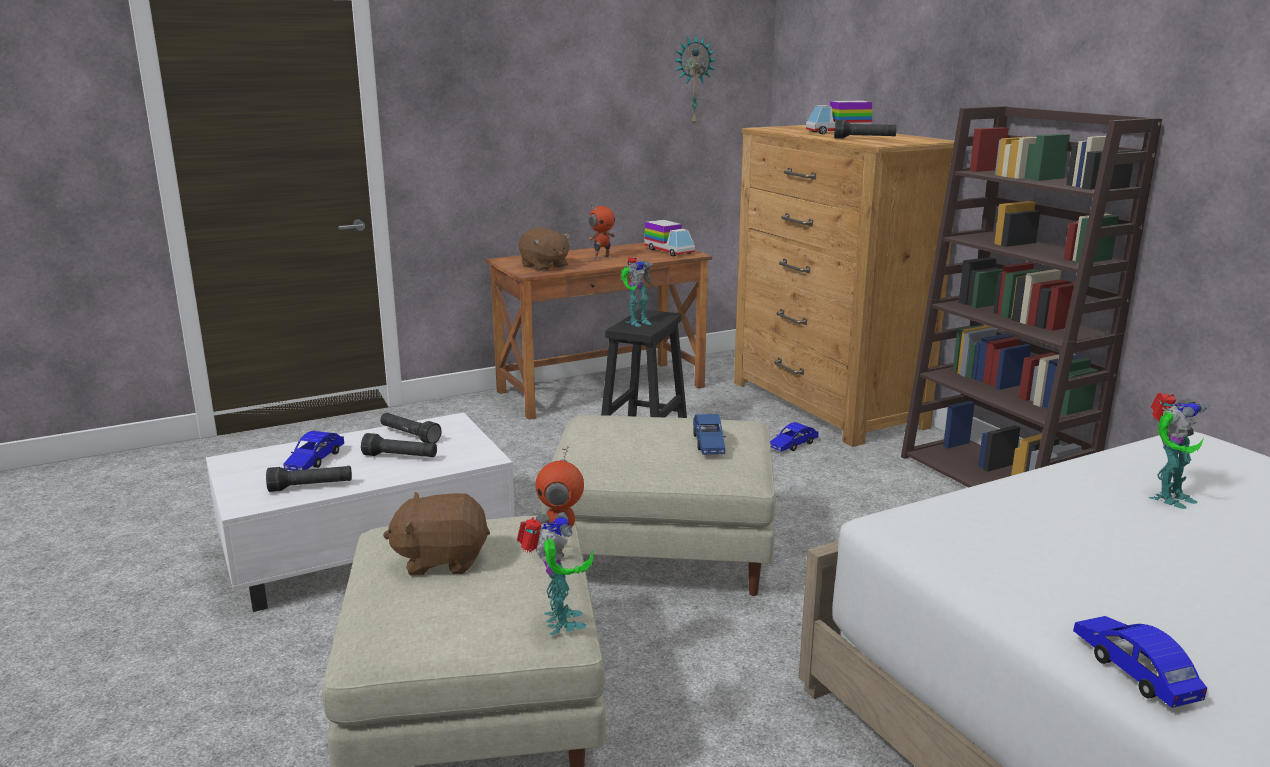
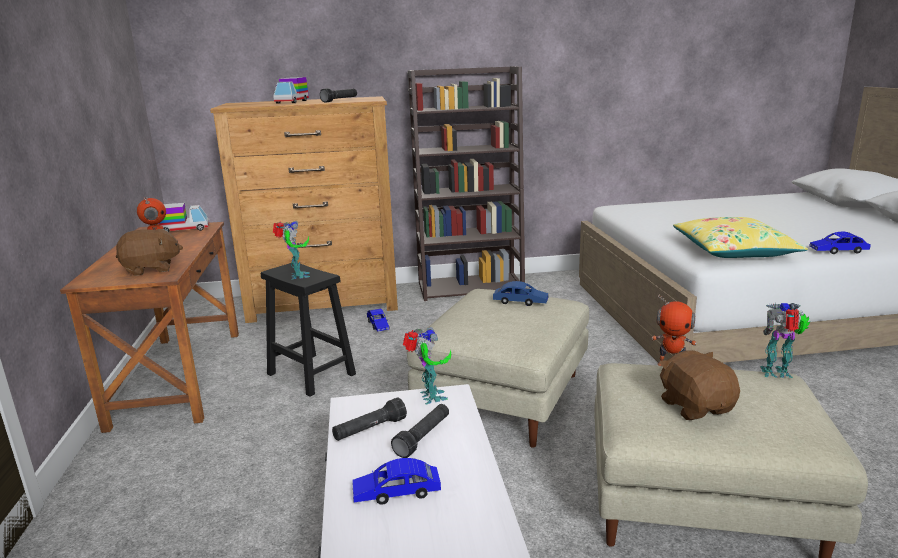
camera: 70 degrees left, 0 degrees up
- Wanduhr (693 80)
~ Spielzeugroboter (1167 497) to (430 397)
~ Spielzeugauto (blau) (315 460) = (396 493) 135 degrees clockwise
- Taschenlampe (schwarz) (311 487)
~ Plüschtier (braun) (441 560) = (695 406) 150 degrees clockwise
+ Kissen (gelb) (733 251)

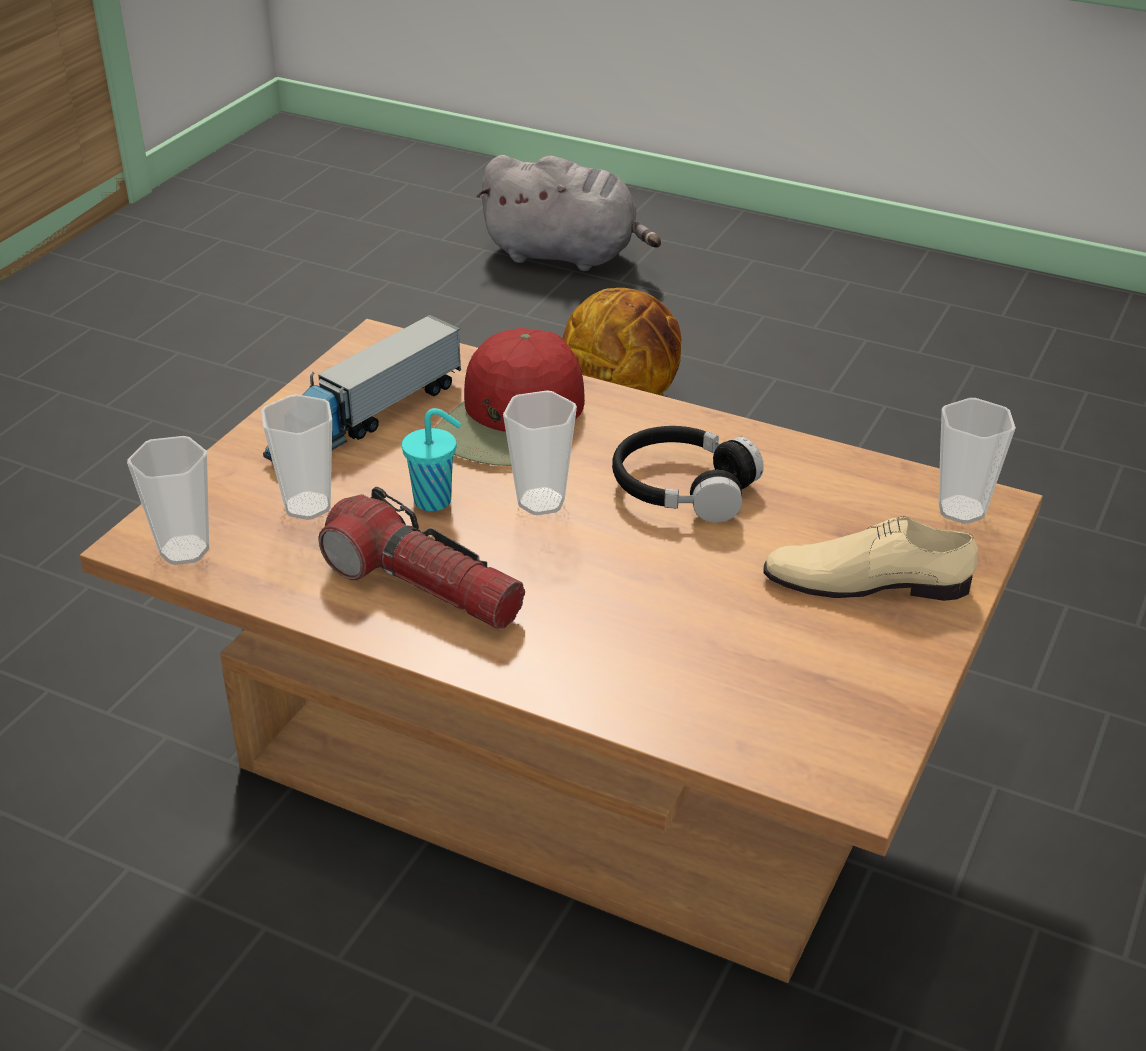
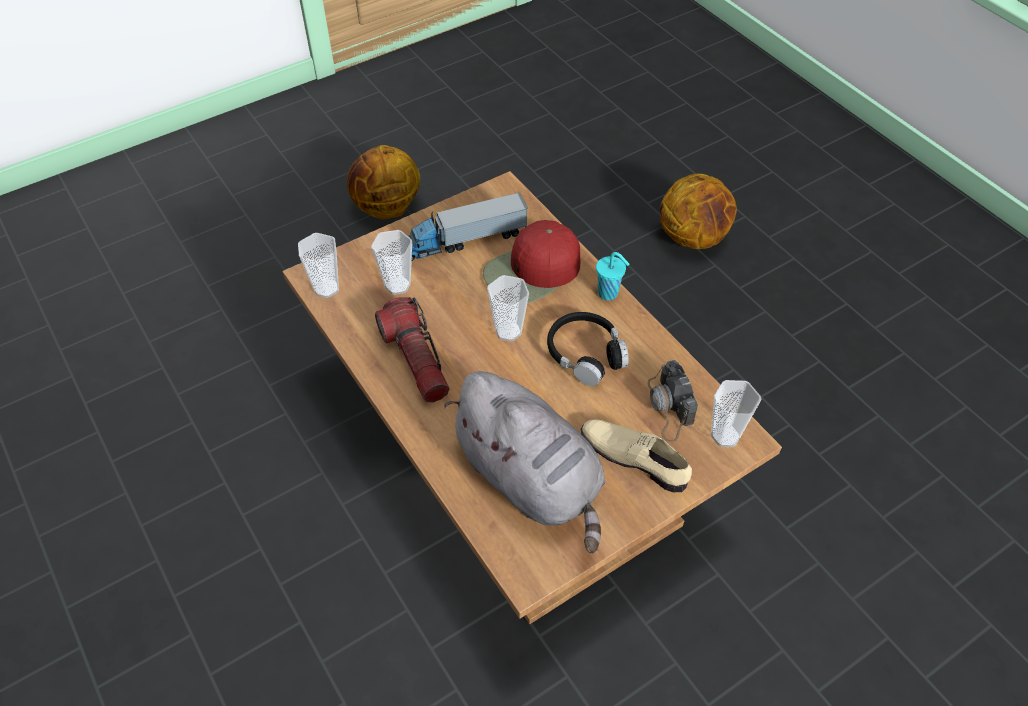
camera: 30 degrees right, 15 degrees up
~ Plüschtier (grau) (566 255) to (531 480)
~ Tasse (türkis) (435 501) to (609 293)
+ Basketball (387 209)
+ Kamera (669 407)

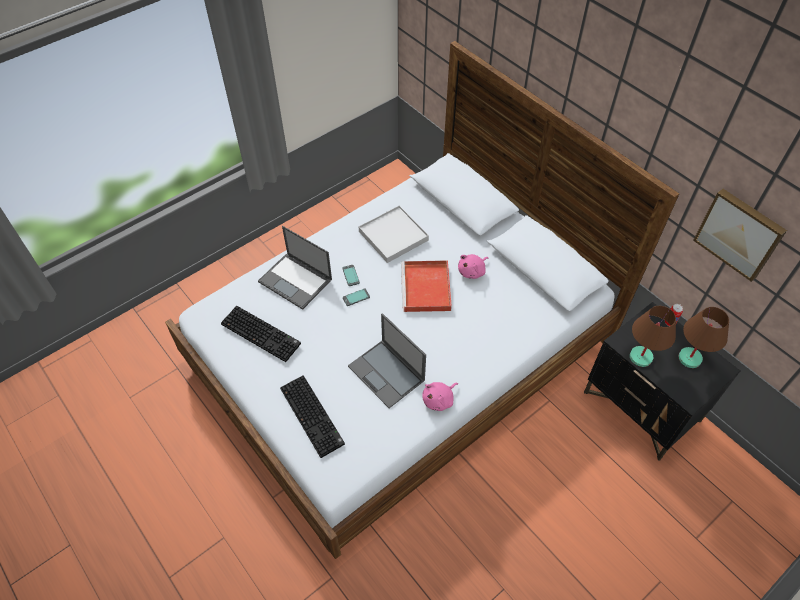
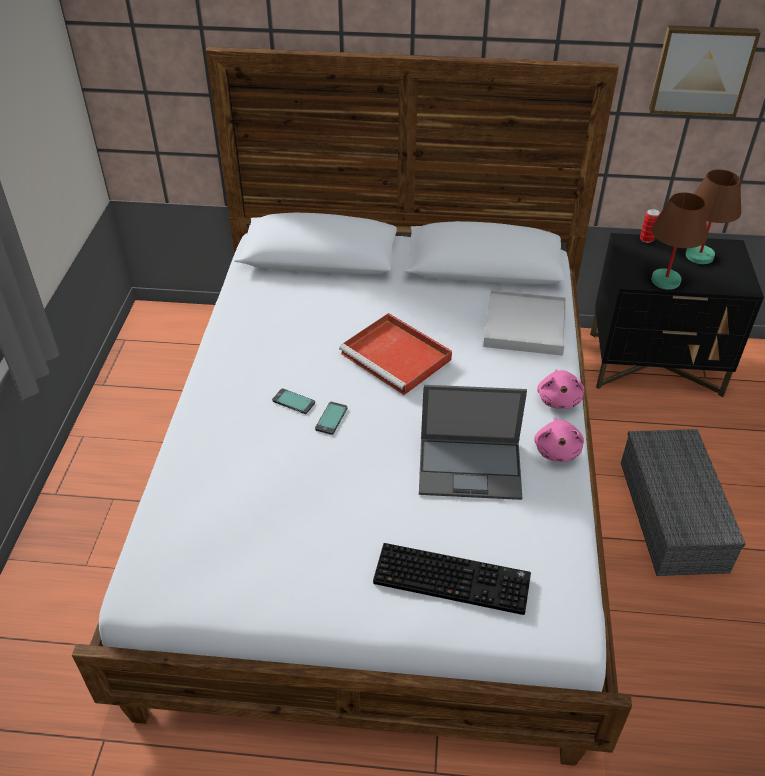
camera: 45 degrees left, 10 degrees down
~ Tablett (weiß) (393 236) to (524 326)
- Laptop (296 281)
~ Plüschtier (rosa) (472 271) to (559 399)
- Tastatur (262 333)
+ Aufbewahrungsbox (grau) (674 516)

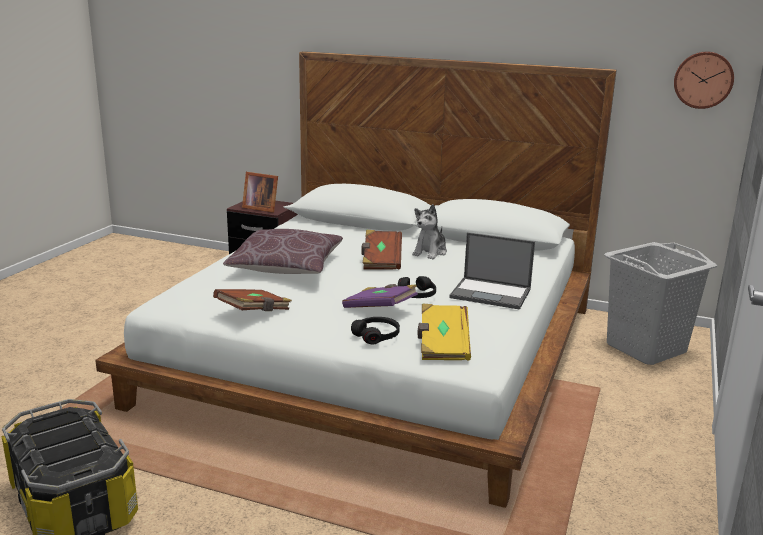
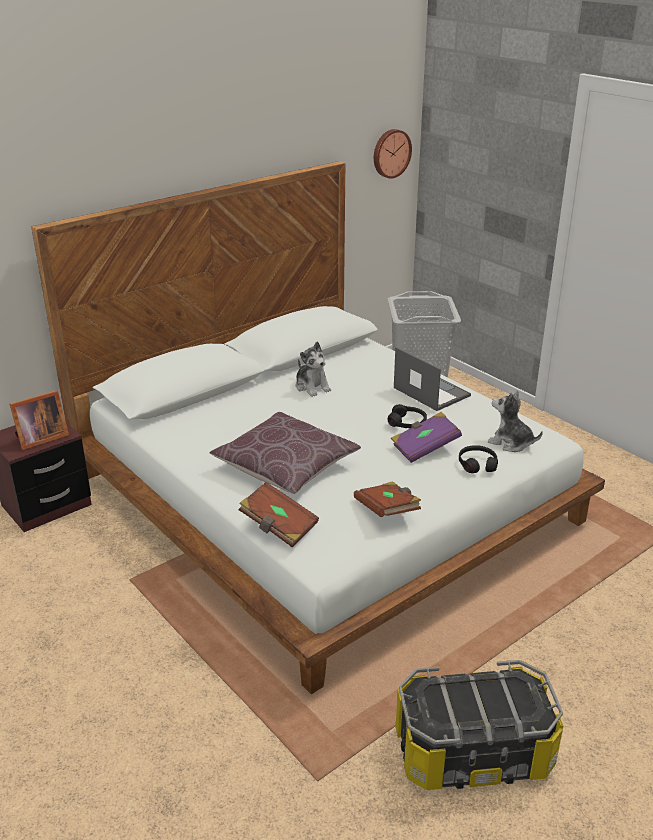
camera: 60 degrees left, 10 degrees up
~ Buch (braun) (381 261) to (278 526)
~ Laptop (491 293) = (430 391) 90 degrees counterclockwise
~ Buch (gelb) (442 346) to Plüschtier (511 443)

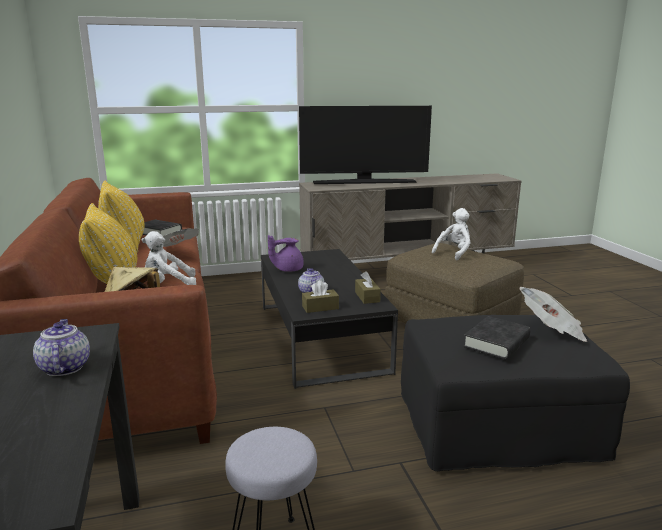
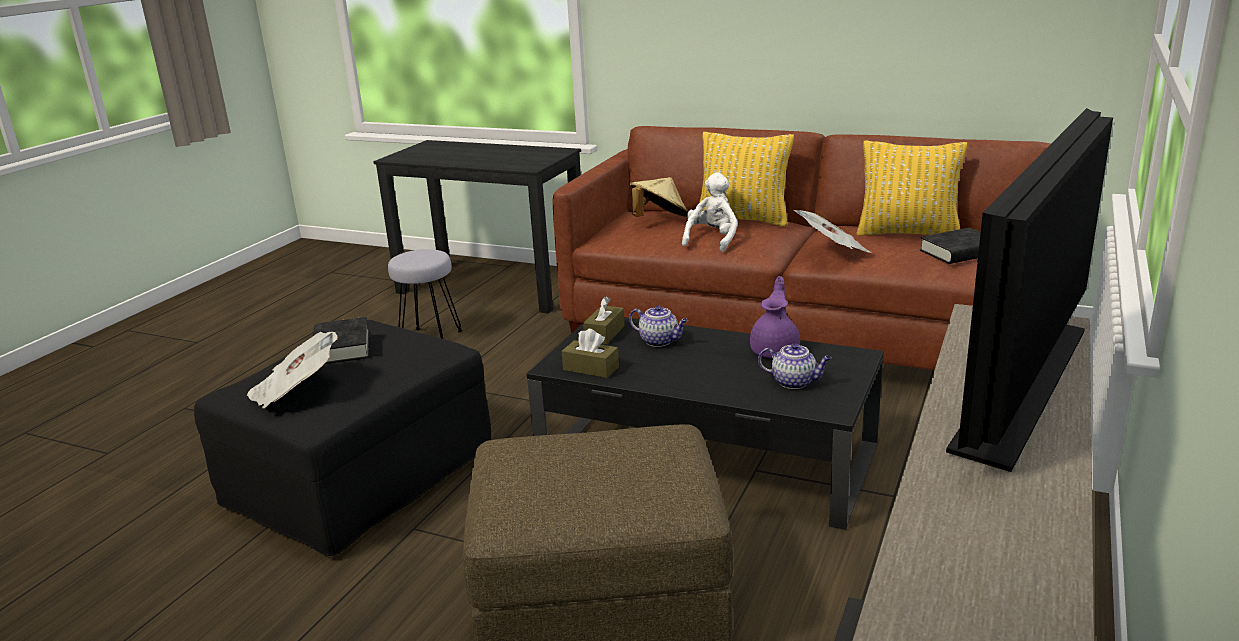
camera: 130 degrees right, 5 degrees up
- Plüschtier (weiß) (454 253)
~ Teekanne (64 367) to (794 382)

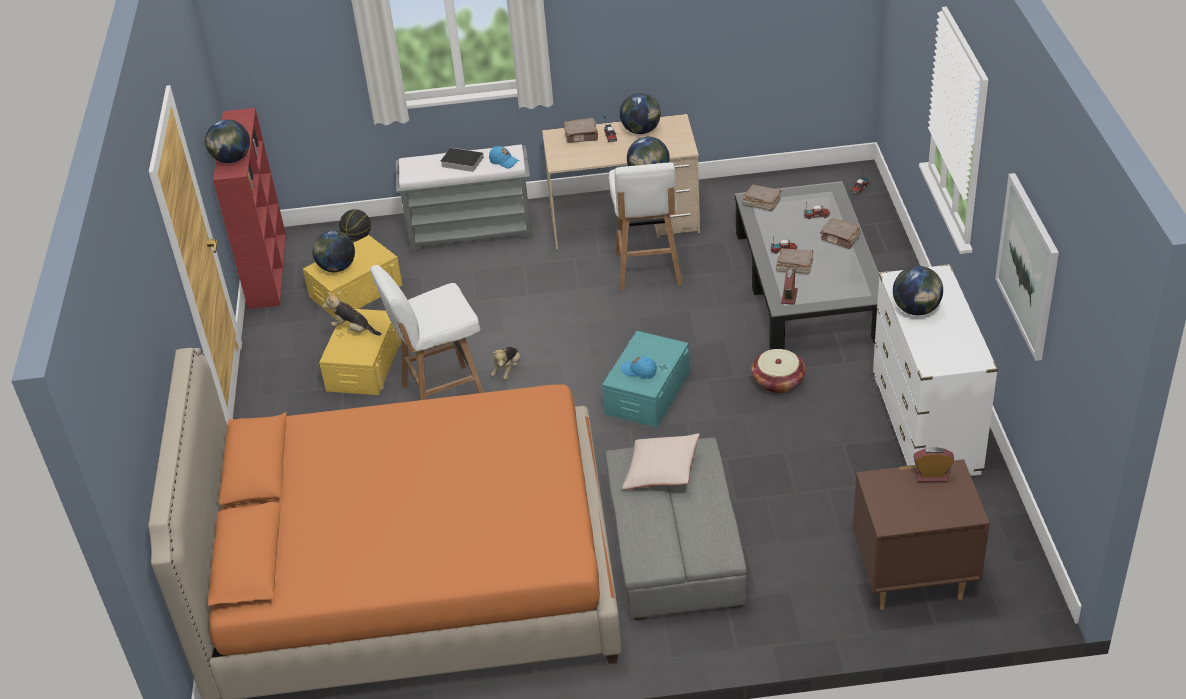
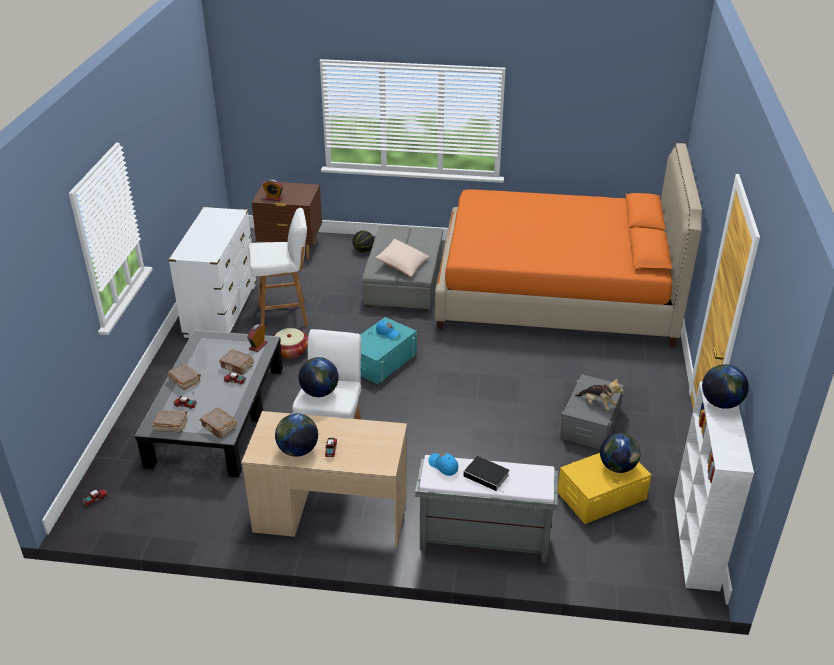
camera: 170 degrees left, 5 degrees down
~ Bücherregal (rot) (267 269) to Bücherregal (weiß) (696 542)
~ Buch (braun) (581 136) to (170 426)
- Bild (1028 266)
~ Basketball (357 237) to (363 250)
~ Hocker (weiß) (441 396) to (284 315)
- Globus (916 309)
~ Aufbewahrungsbox (gelb) (364 365) to Aufbewahrungsbox (grau) (590 423)
- Plüschtier (507 370)

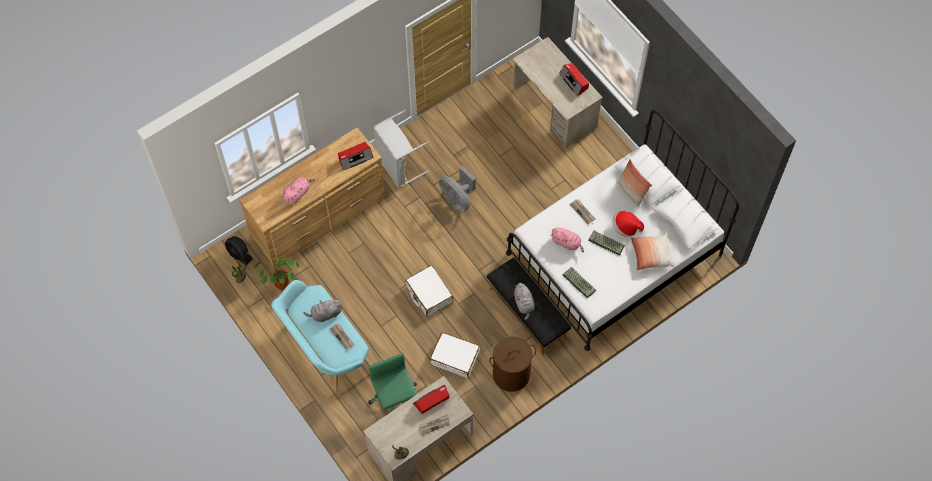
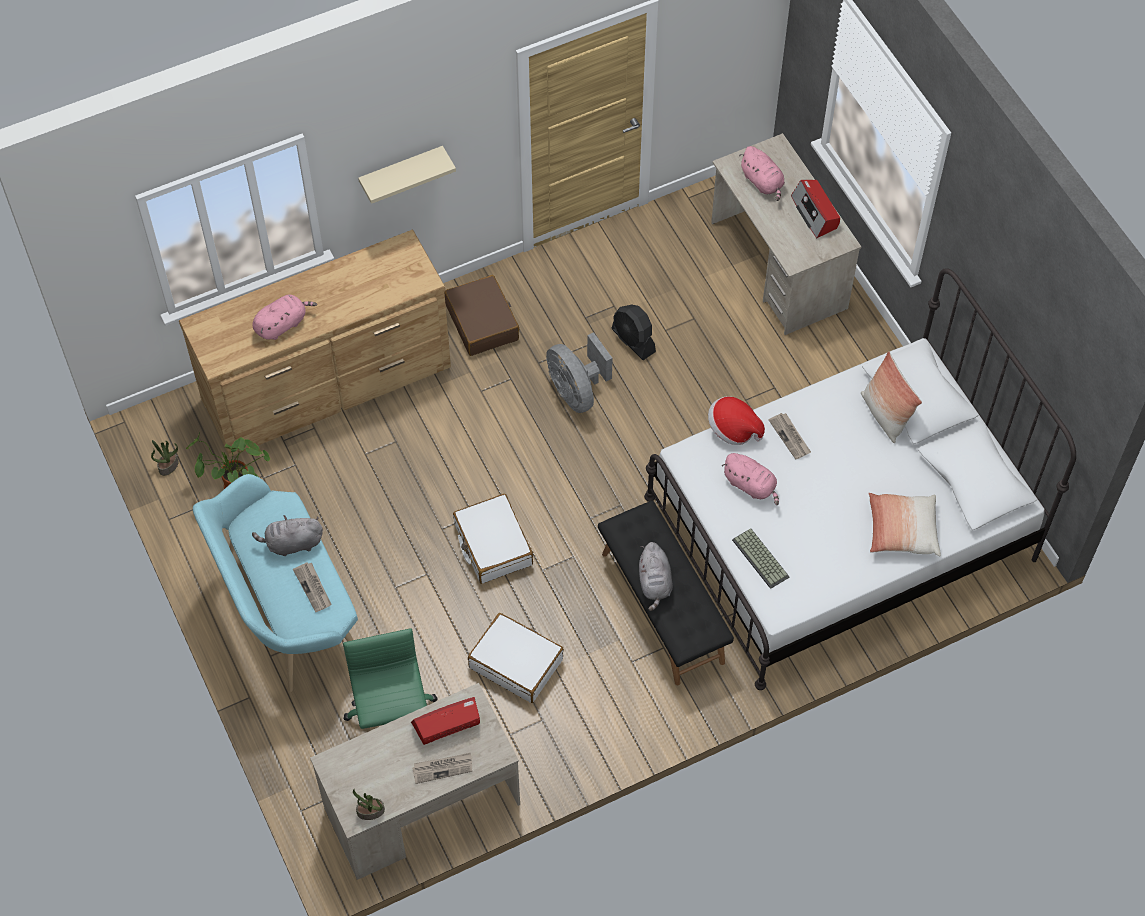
camera: 10 degrees right, 5 degrees down
~ Wäschekorb (grau) (397 166) to Koffer (braun) (482 322)
- Radio (355 158)
~ Hut (626 227) to (733 429)
- Tastatur (607 242)
~ Ventilator (schwarz) (239 254) to (633 340)
- Wäschekorb (braun) (511 374)
+ Wandregal (beige) (401 172)
+ Plüschtier (rosa) (762 182)

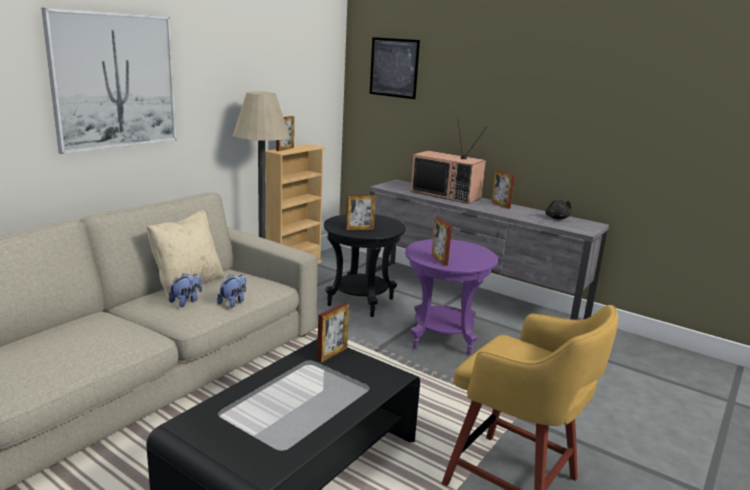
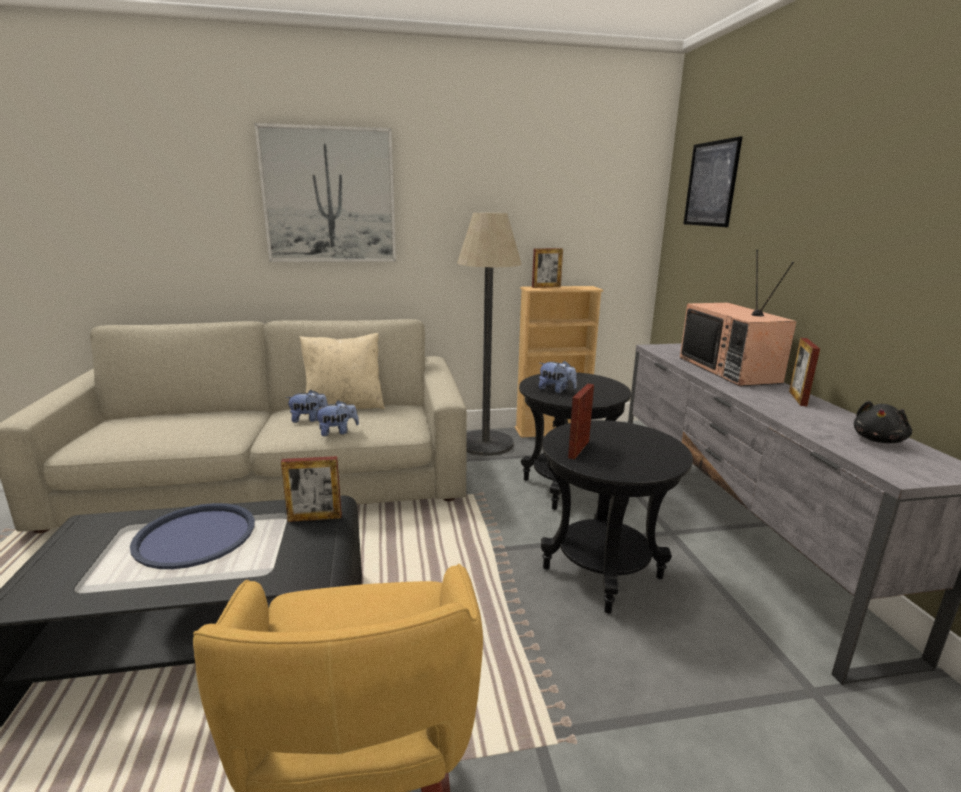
camera: 45 degrees right, 0 degrees up
~ Bilderrahmen (359 229) to Plüschtier (556 390)
~ Beistelltisch (lila) (442 339) to Beistelltisch (schwarz) (602 573)
+ Tablett (blau) (195 536)

